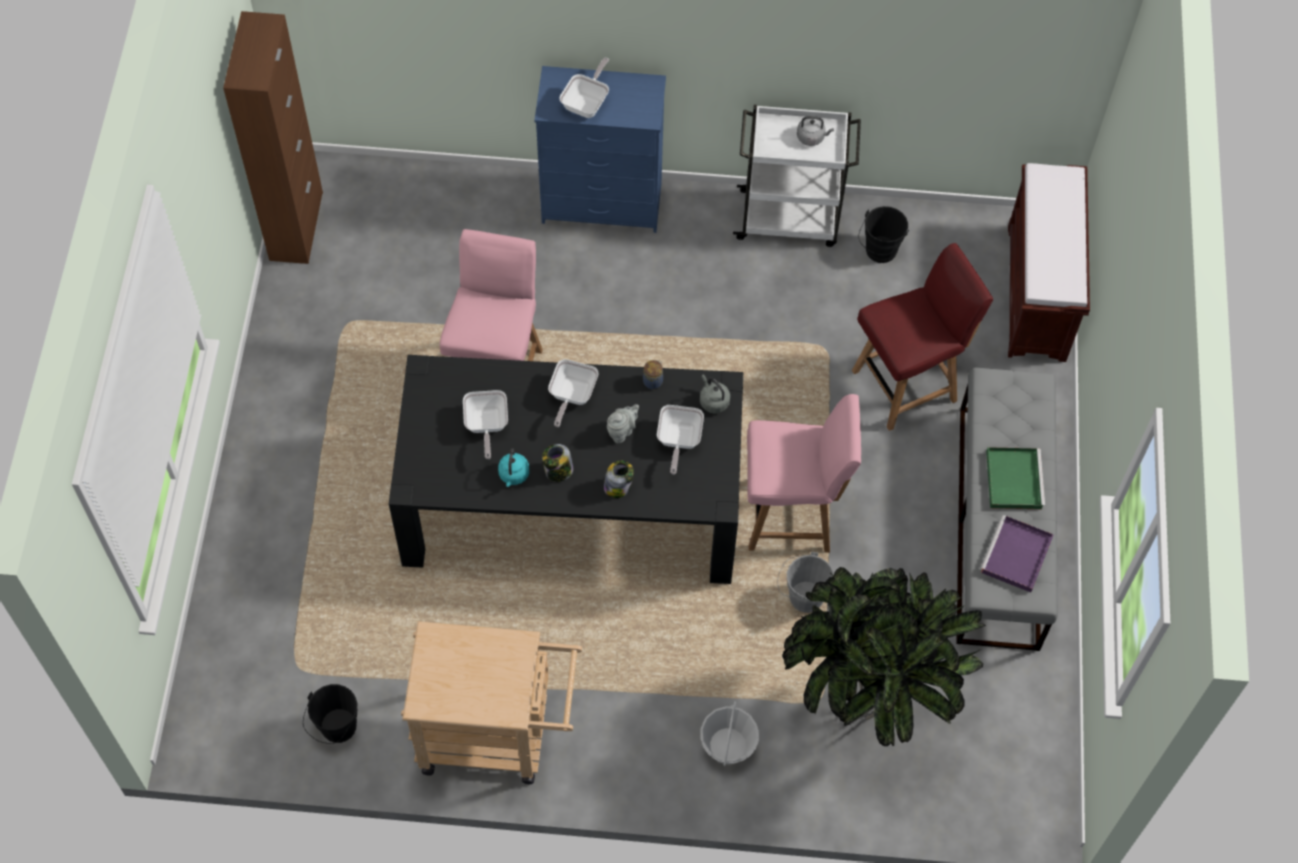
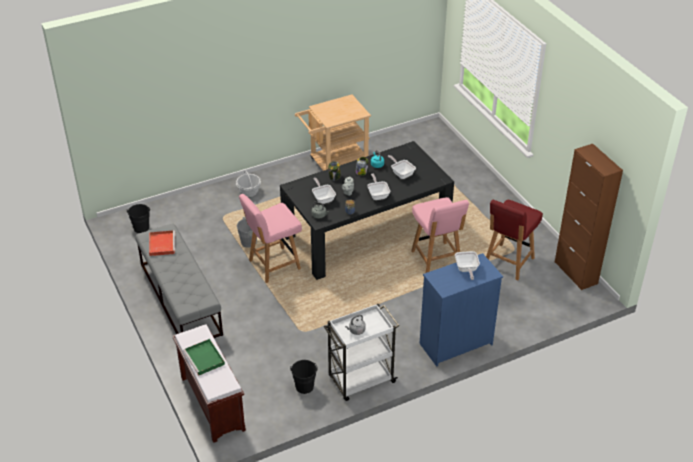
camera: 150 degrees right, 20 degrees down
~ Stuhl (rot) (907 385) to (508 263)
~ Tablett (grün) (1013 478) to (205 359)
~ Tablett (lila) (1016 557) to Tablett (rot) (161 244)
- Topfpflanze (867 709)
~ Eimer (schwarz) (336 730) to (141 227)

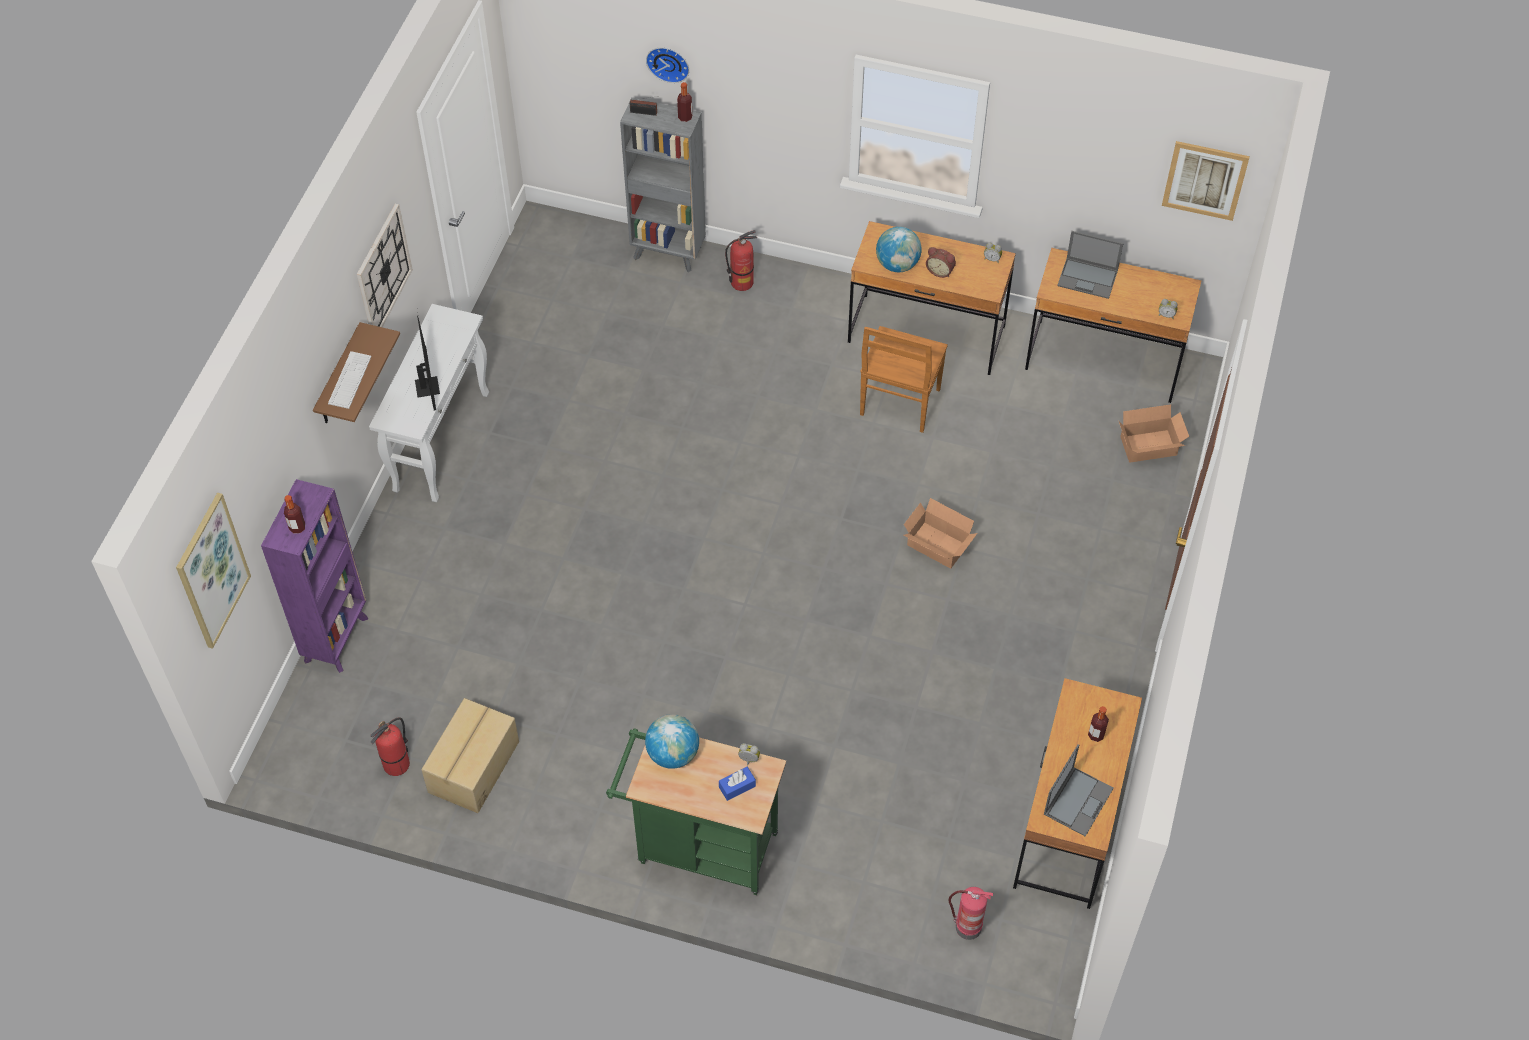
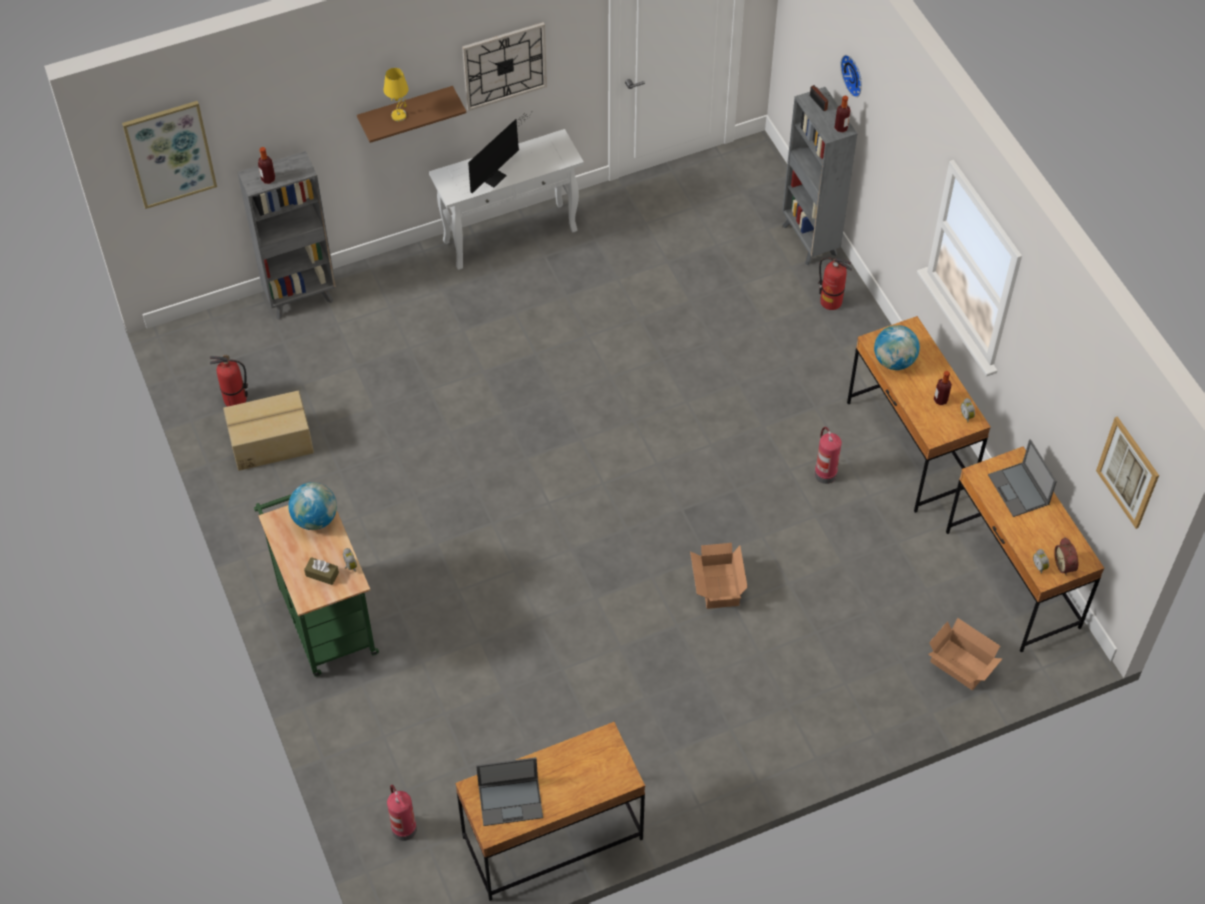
camera: 50 degrees right, 0 degrees up
~ Wecker (940 271) to (1065 565)
~ Stuhl (braun) (899 404) to Feuerlöscher (824 473)
~ Tastatur (350 380) to Tischlampe (gelb) (399 115)
~ Bücherregal (lila) (337 638) to Bücherregal (grau) (301 298)
~ Flasche (1096 735) to (940 400)
~ Taschentuchbox (blau) (737 787) to Taschentuchbox (braun) (322 574)

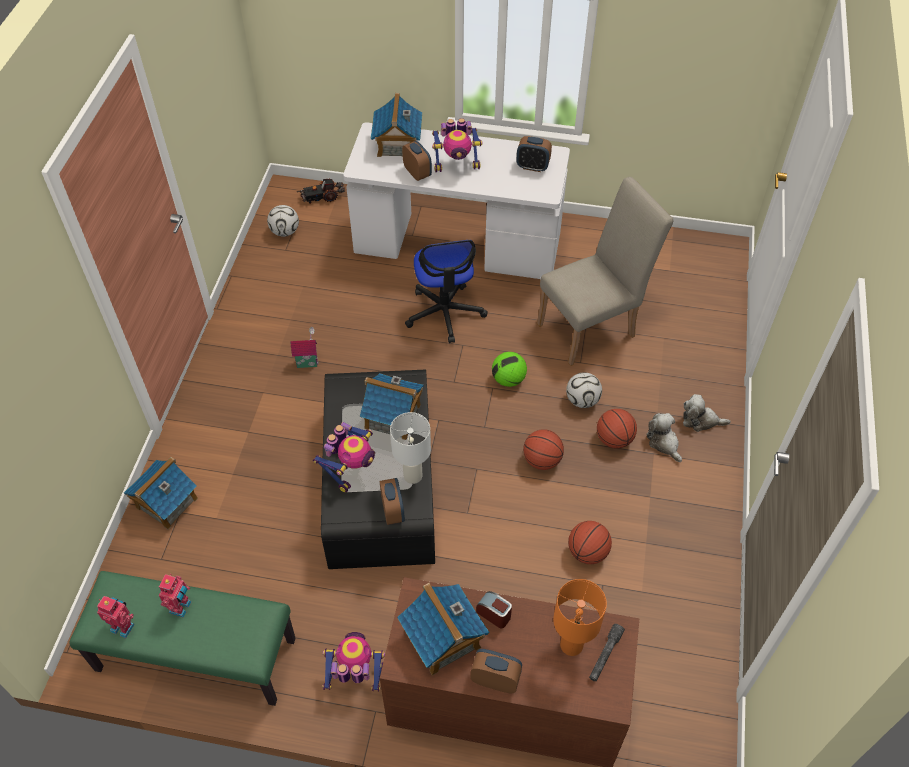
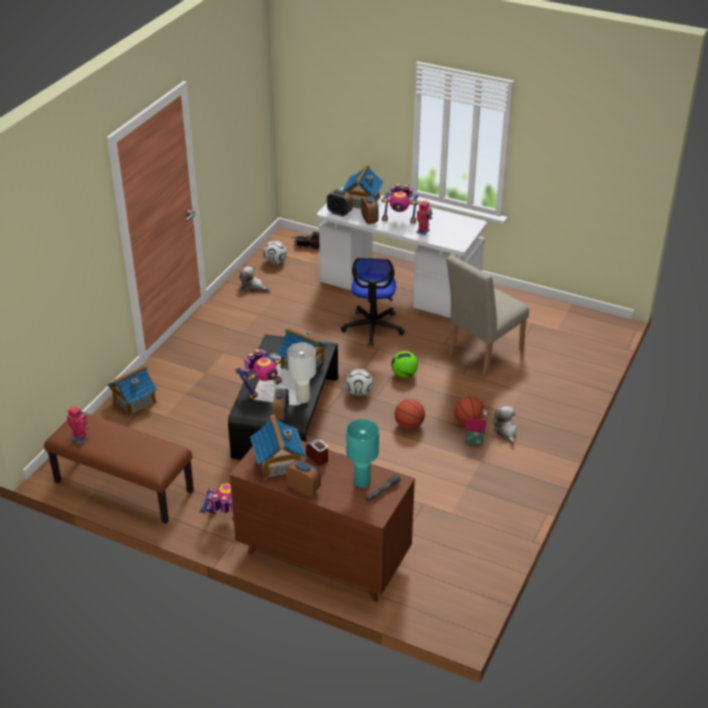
camera: 15 degrees right, 15 degrees down
~ Wecker (532 166) to (339 213)
~ Stuhl (beige) (592 327) = (481 354) 150 degrees clockwise
~ Spielzeughaus (307 362) to (474 440)
~ Fußball (582 400) to (359 393)
~ Plüschtier (700 420) to (253 287)
- Basketball (587 552)
~ Bank (grün) (195 656) to Bank (braun) (123 487)
~ Spielzeugroboter (181 607) to (423 231)
~ Tischlampe (orange) (571 645) to Tischlampe (türkis) (362 482)

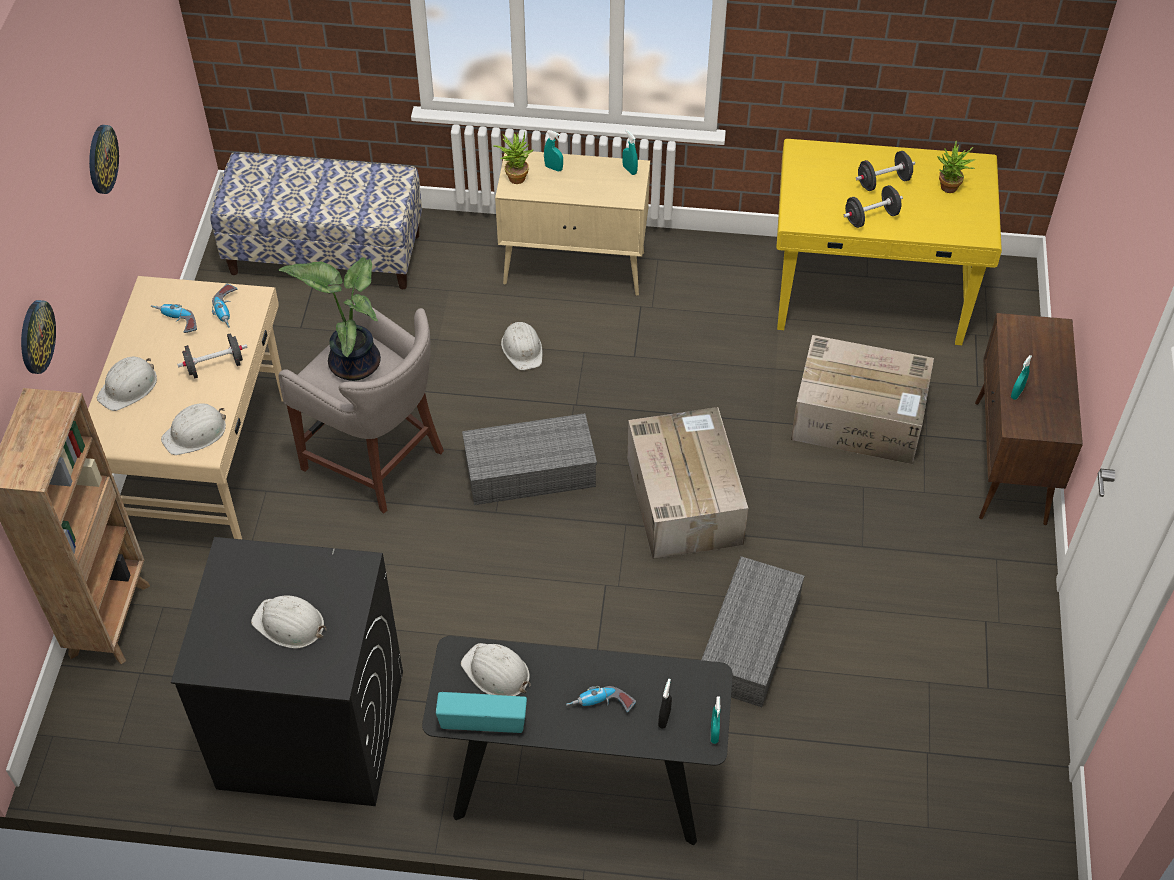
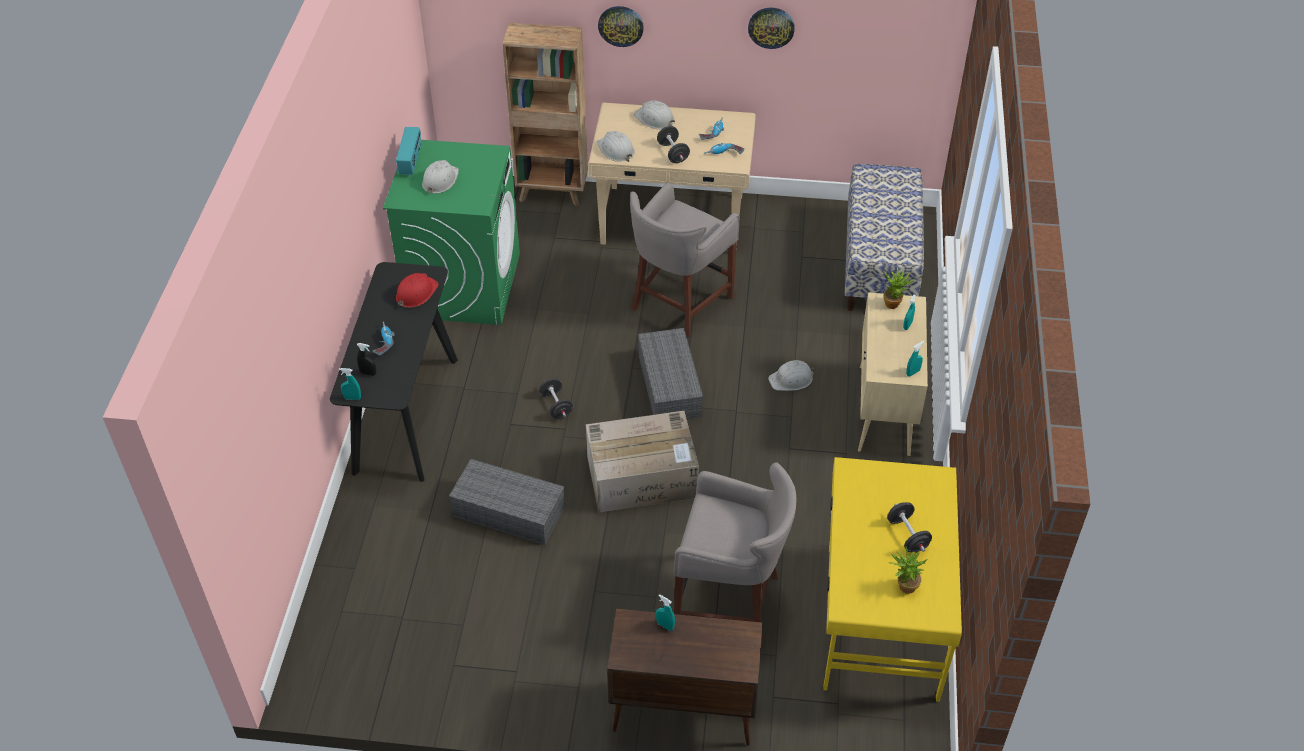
camera: 90 degrees right, 5 degrees down
~ Hantel (schwarz) (871 217) to (556 406)
- Topfpflanze (353 362)
~ Karton (860 418) to Hocker (grau) (730 600)
~ Waschmaschine (schwarz) (310 729) to Waschmaschine (grün) (463 284)
~ Schutzhelm (weiß) (496 672) to Schutzhelm (rot) (416 293)
~ Radio (483 722) to (411 161)

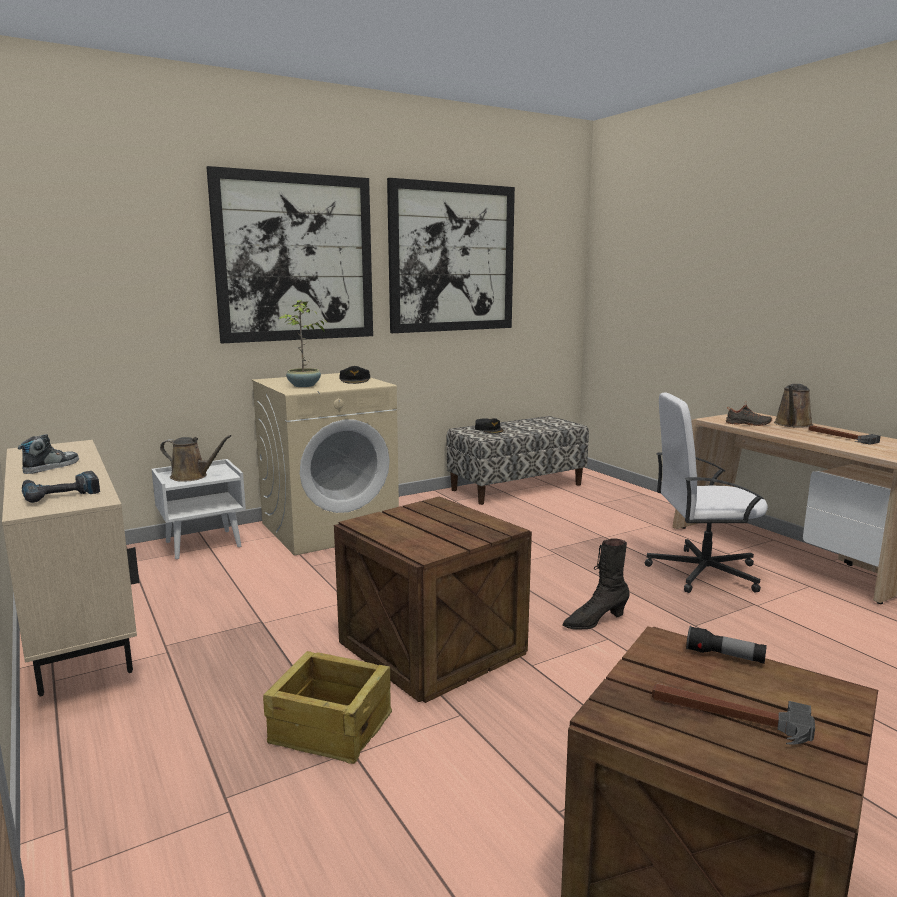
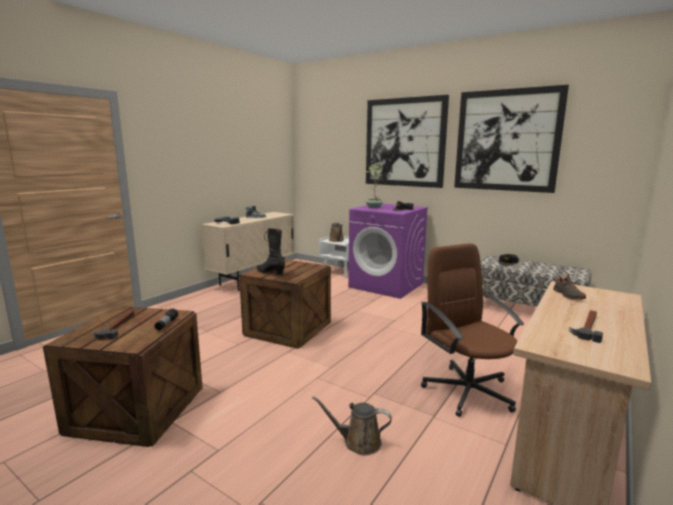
camera: 65 degrees right, 0 degrees up
~ Waschmaschine (beige) (330 528) to Waschmaschine (lila) (386 285)
~ Gießkanne (braun) (792 424) to (358 442)
~ Bürostuhl (weiß) (701 572) to Bürostuhl (braun) (467 390)
~ Stiefel (schwarz) (594 621) to (270 273)
- Kiste (330 727)

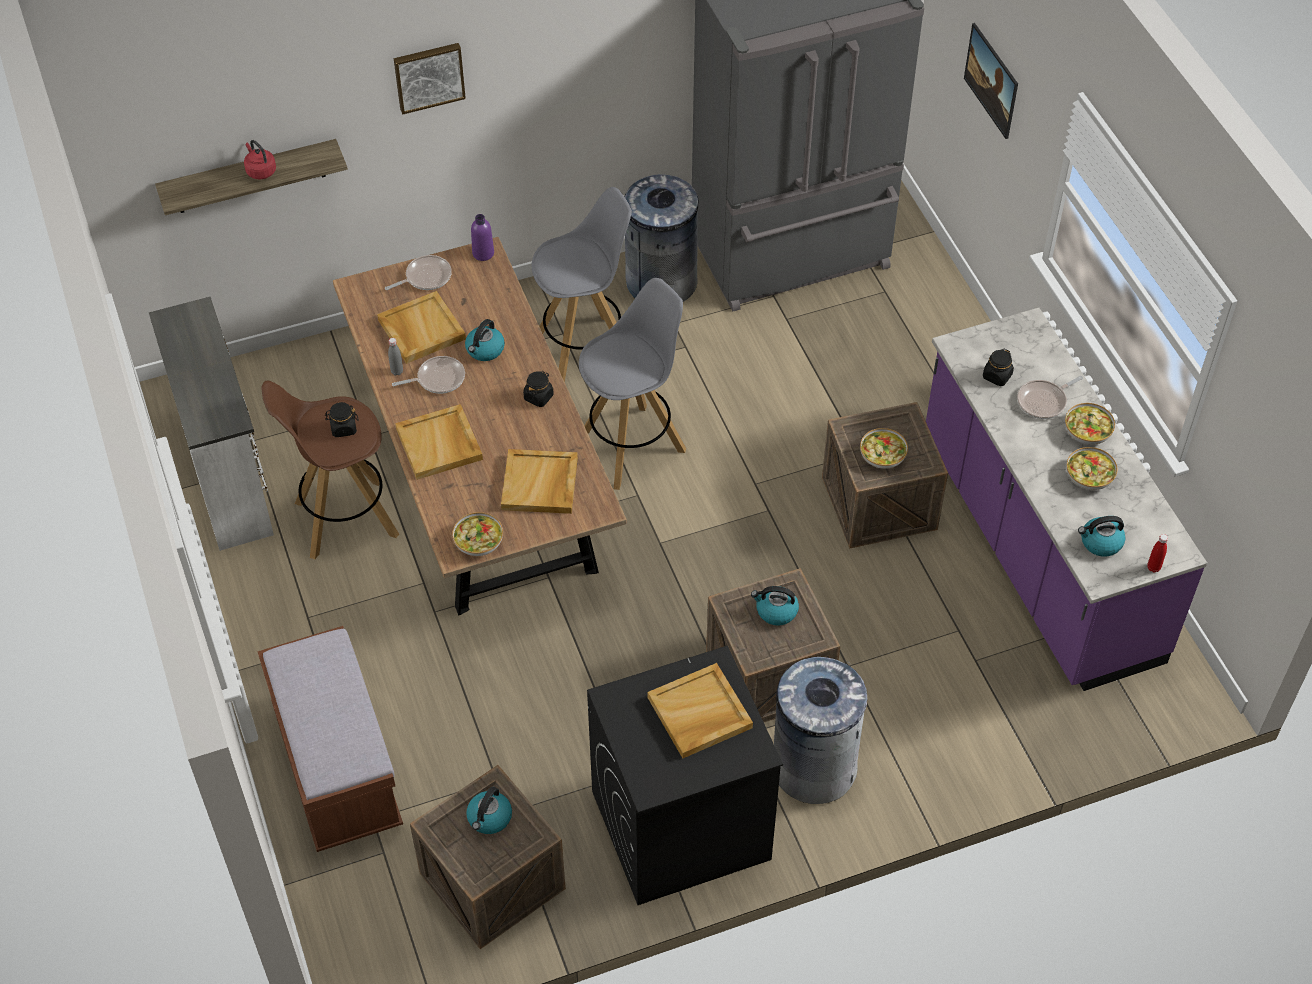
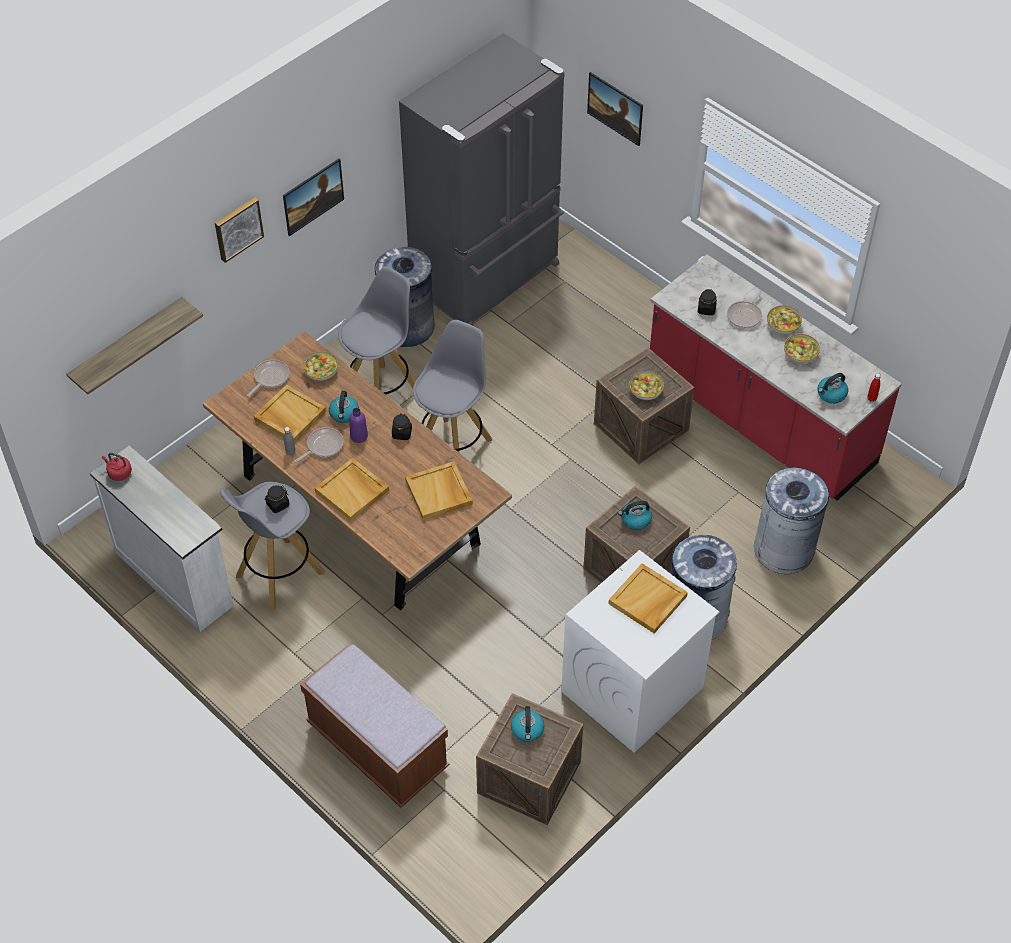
camera: 25 degrees left, 0 degrees up
~ Wasserkessel (rot) (260 171) to (118 473)
~ Flasche (lila) (483 253) to (359 436)
~ Küchenzeile (lila) (1037 550) to Küchenzeile (rot) (759 420)
~ Hocker (braun) (344 519) to Hocker (grau) (279 575)
~ Schüssel (479 541) to (321 371)
~ Waschmaschine (schwarz) (679 826) to Waschmaschine (weiß) (632 690)
+ Bild (314 206)
+ Mülleimer (grau) (784 549)

